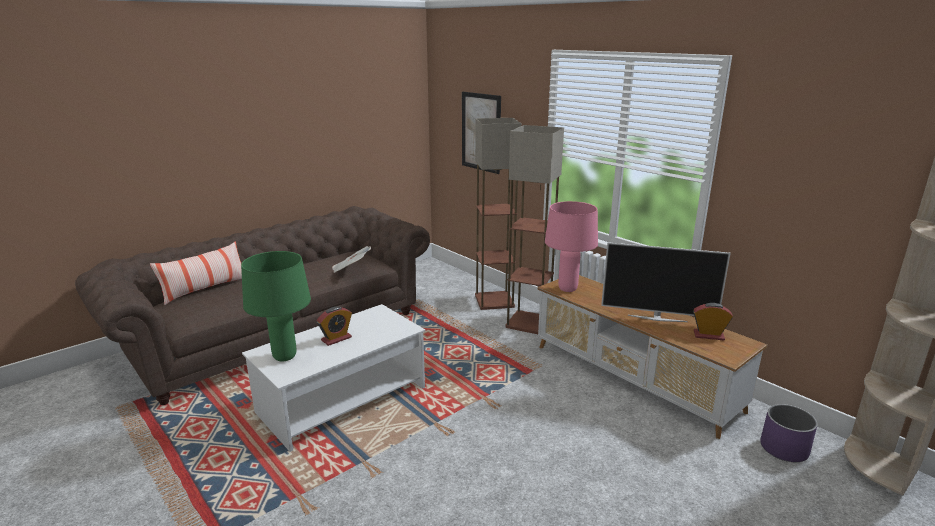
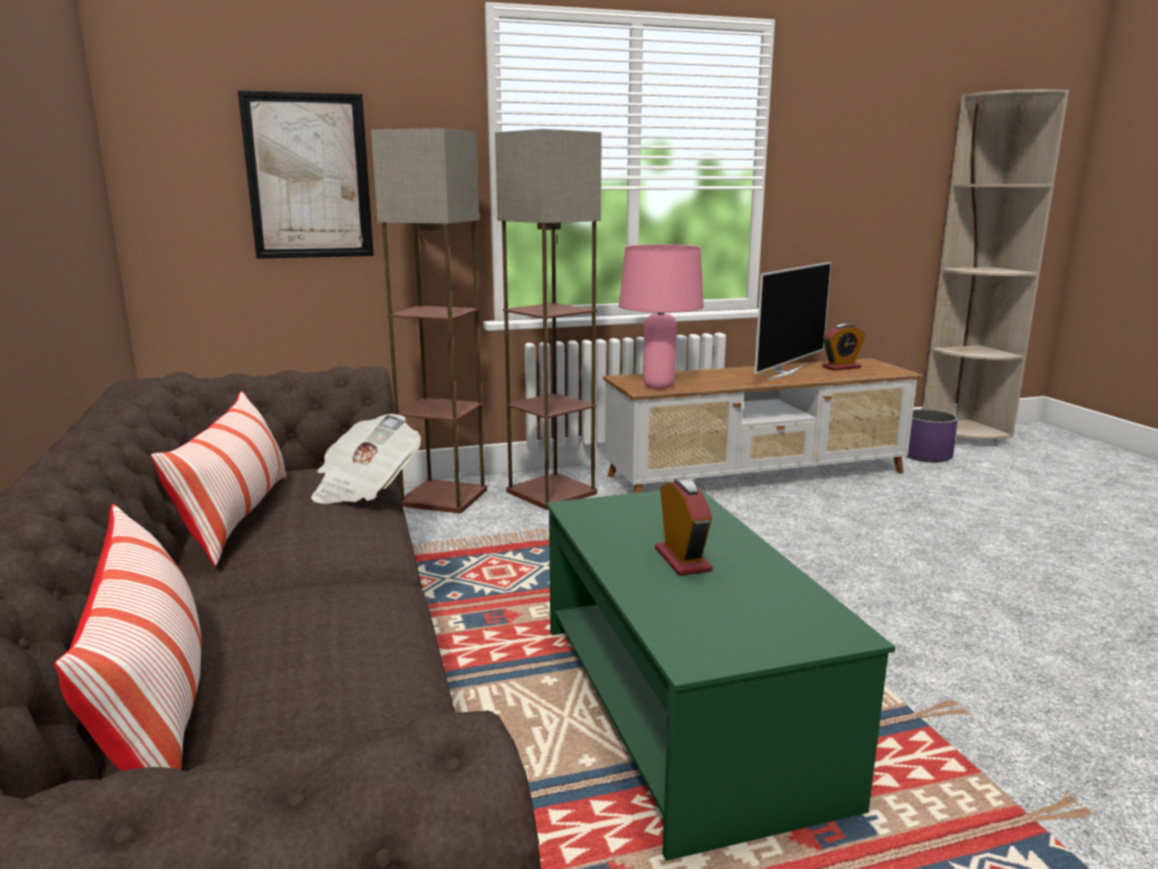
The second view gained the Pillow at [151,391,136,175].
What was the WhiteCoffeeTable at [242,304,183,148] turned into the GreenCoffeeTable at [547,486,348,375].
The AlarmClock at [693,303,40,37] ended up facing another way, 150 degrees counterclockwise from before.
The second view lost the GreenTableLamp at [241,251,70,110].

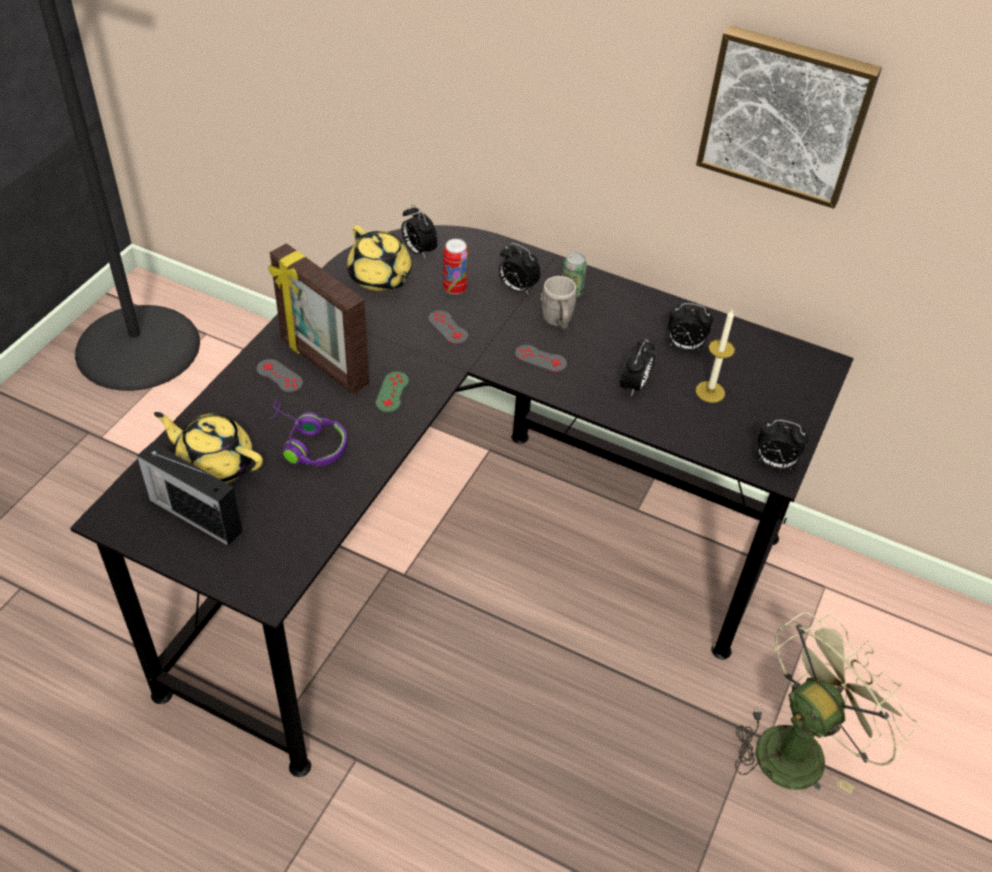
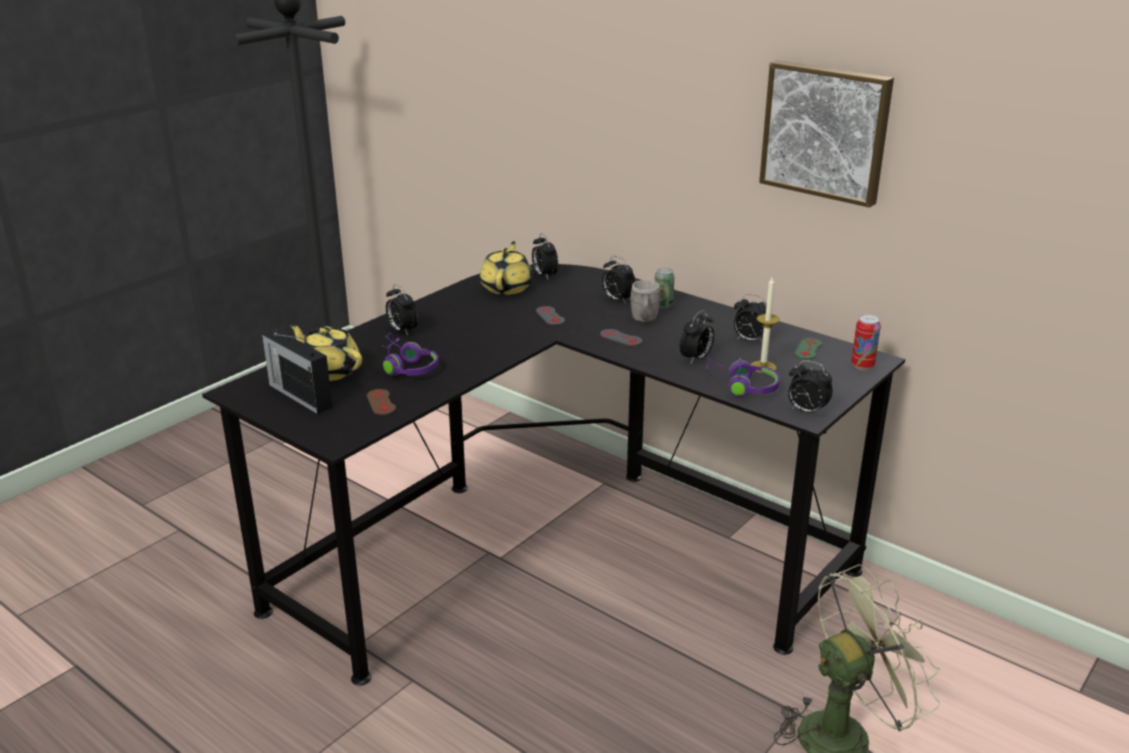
The second view gained the BrownGameController at [367,389,29,26].
Where the GreyGameController stood at [257,359,46,34], the AlarmClock came to stand at [386,284,32,51].
The YellowTeapot at [347,225,65,66] ended up facing another way, 150 degrees counterclockwise from before.
The second view gained the PurpleHeadphones at [706,355,74,42].
The GreenGameController ended up elsewhere, having gone from [376,371,33,41] to [795,338,27,21].
The Can ended up elsewhere, having gone from [443,239,25,56] to [851,314,30,56].
The second view lost the PictureFrame at [268,243,101,151].

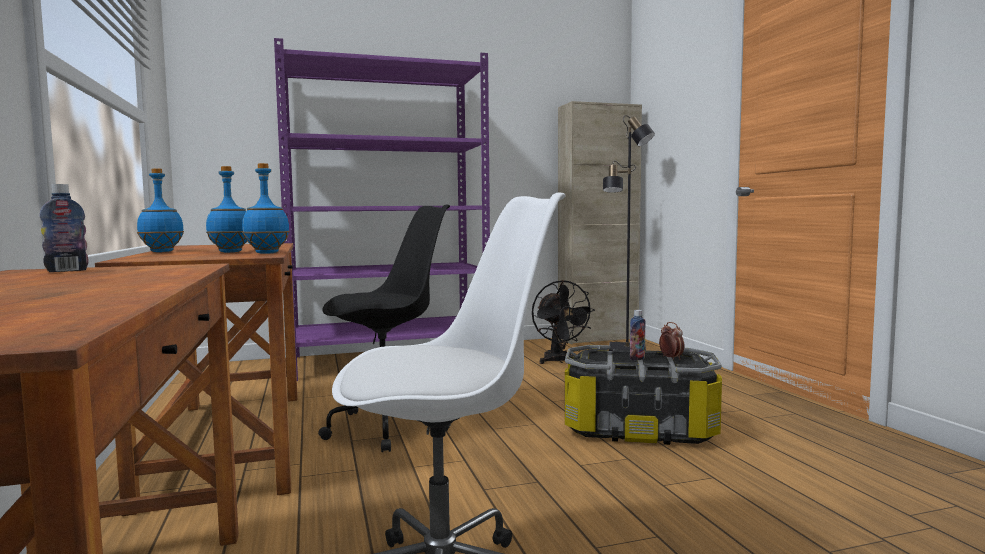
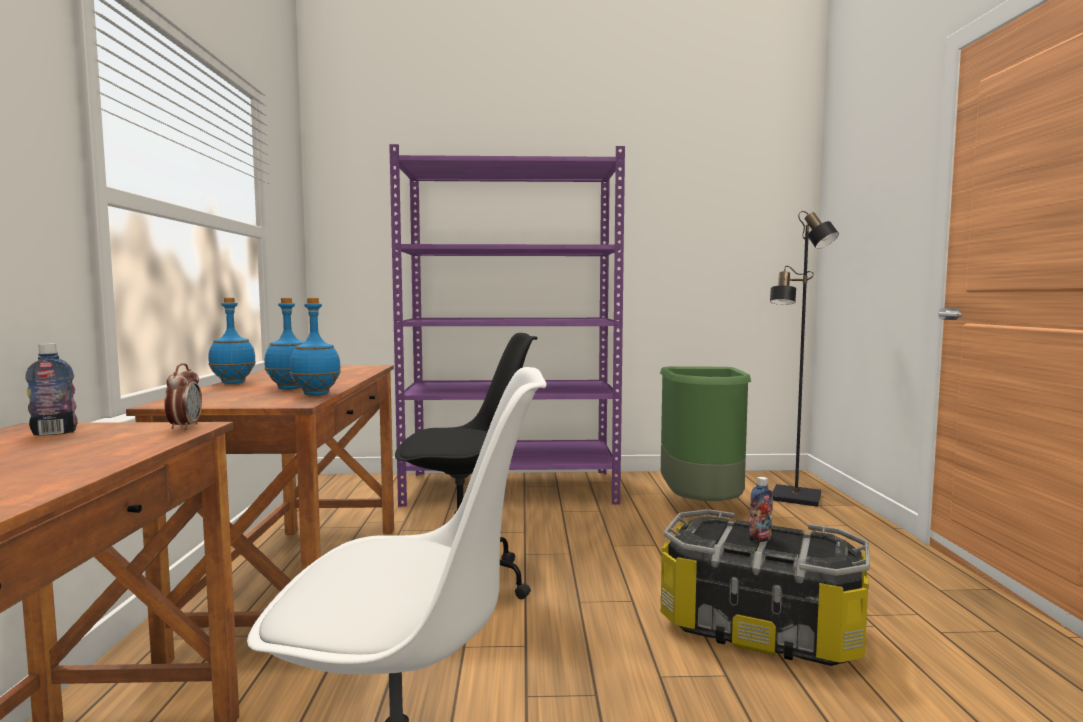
The AlarmClock ended up elsewhere, having gone from [659,322,25,38] to [164,363,38,67].
Where the BlackFan stood at [532,280,63,84], the GreenTrashCan came to stand at [660,367,91,134].
The second view lost the BeigeCabinet at [558,101,84,243].

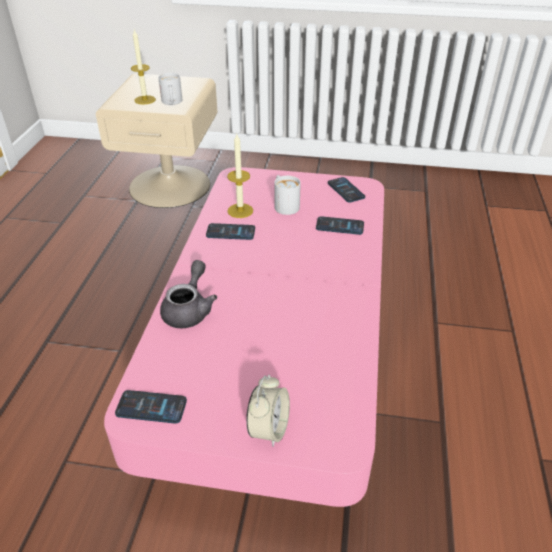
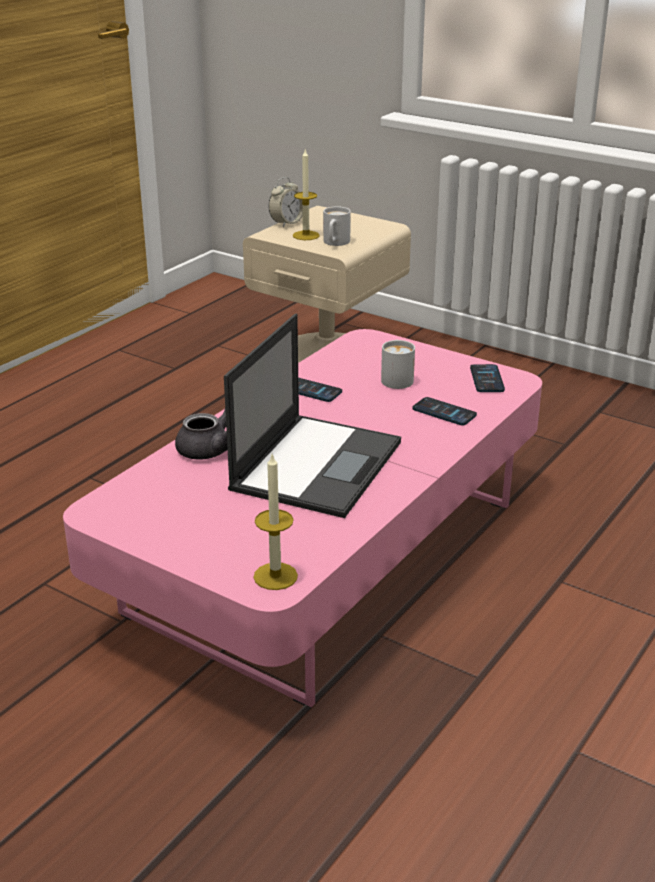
The second view gained the Laptop at [224,314,177,204].
The Candle ended up elsewhere, having gone from [227,134,26,84] to [254,454,44,136].
The AlarmClock ended up elsewhere, having gone from [246,375,44,72] to [268,177,35,51].
The second view lost the Phone at [115,390,72,34].

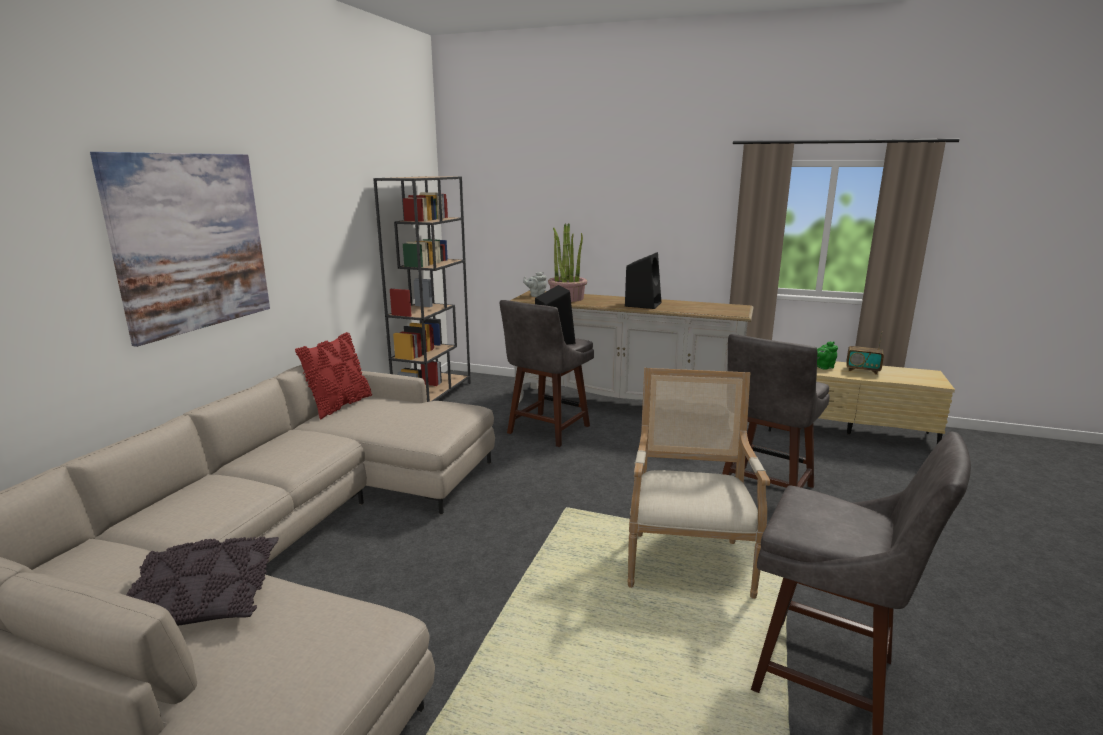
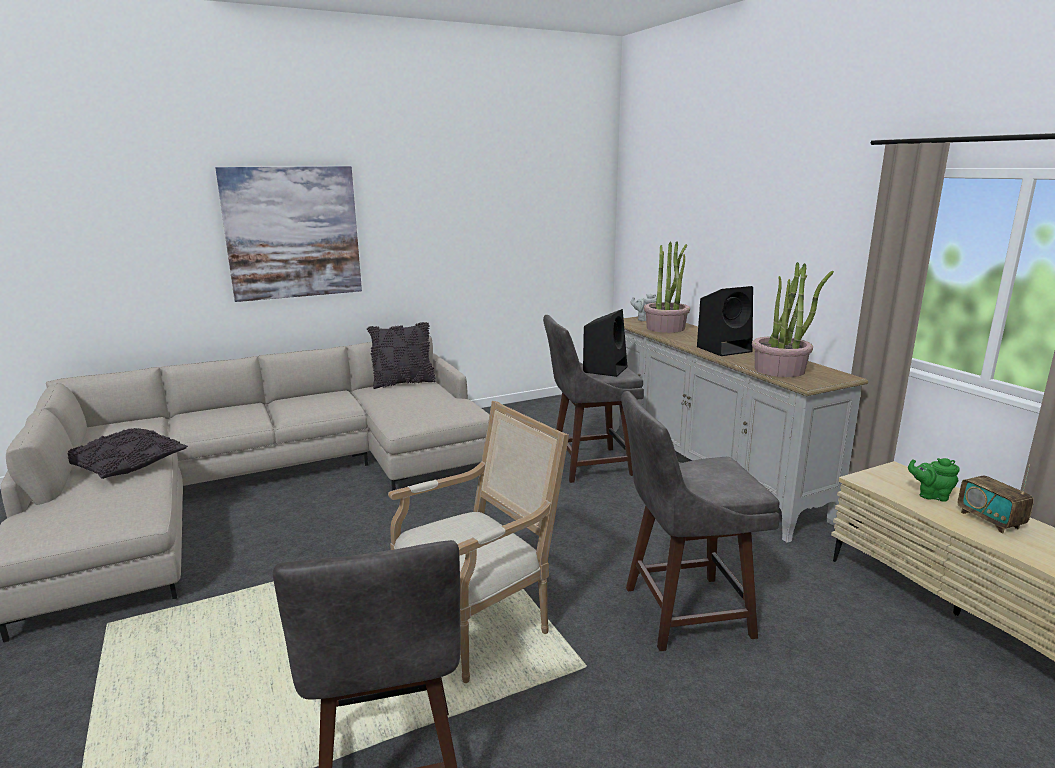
What was the RedPillow at [295,332,77,87] turned into the BlackPillow at [367,322,68,67].
The second view gained the PottedPlant at [752,262,82,115].
The second view lost the Bookcase at [373,176,98,226].

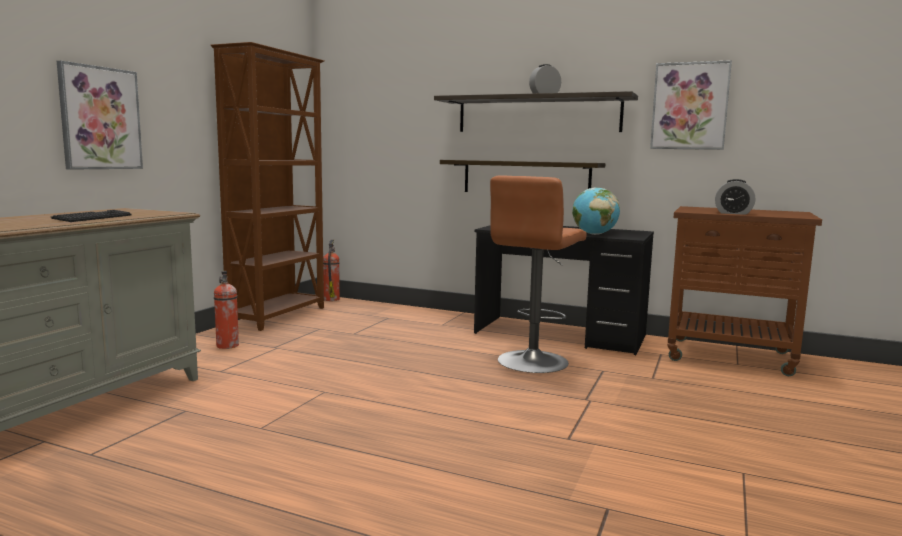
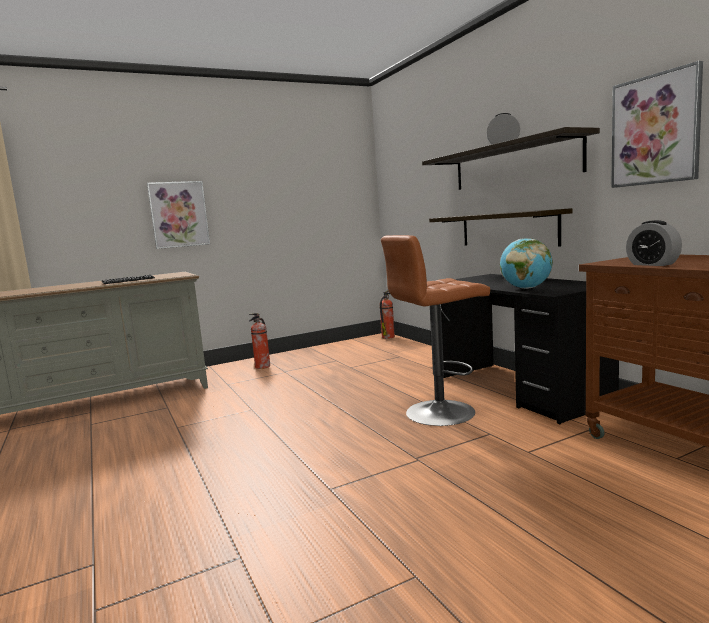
The second view lost the BrownBookcase at [211,42,113,289].

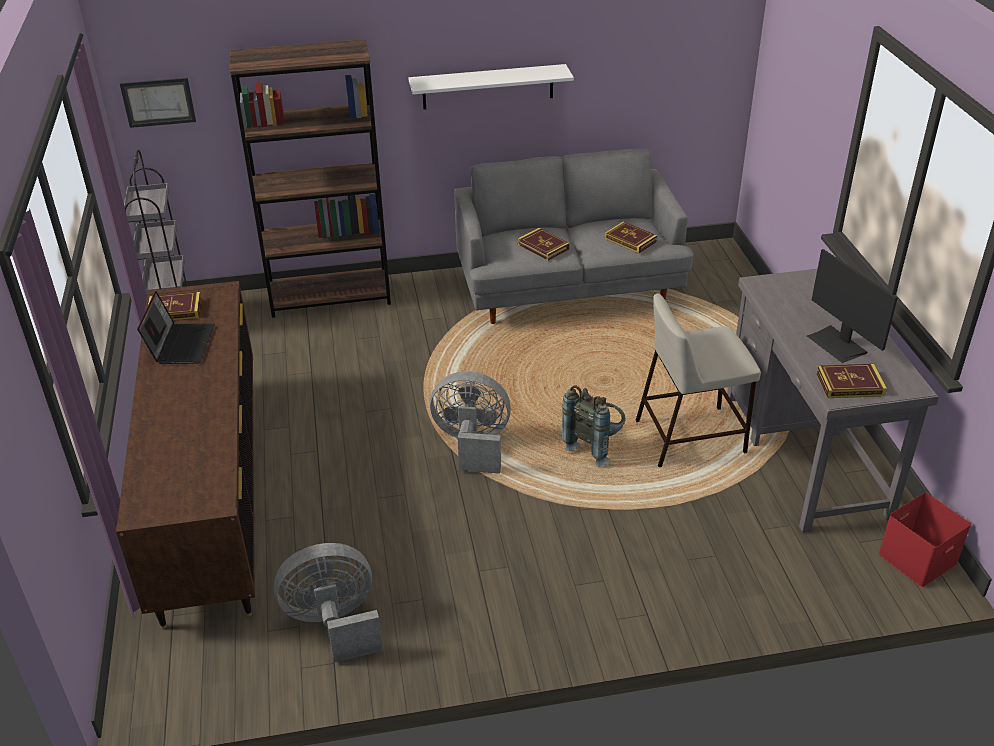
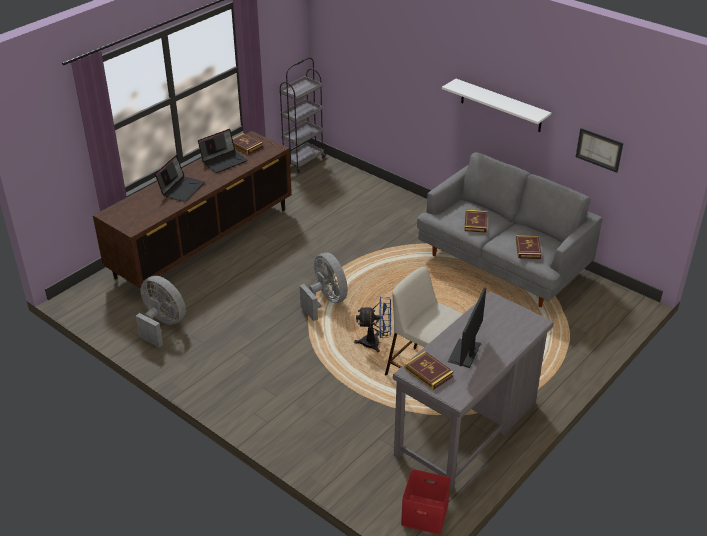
The second view gained the Laptop at [155,155,50,47].
Where the GreyBackpack stood at [562,385,64,81], the BlueFan came to stand at [354,297,37,55].
The Picture ended up elsewhere, having gone from [120,78,76,50] to [576,128,47,45].
The second view lost the BrownBookcase at [230,39,161,279].

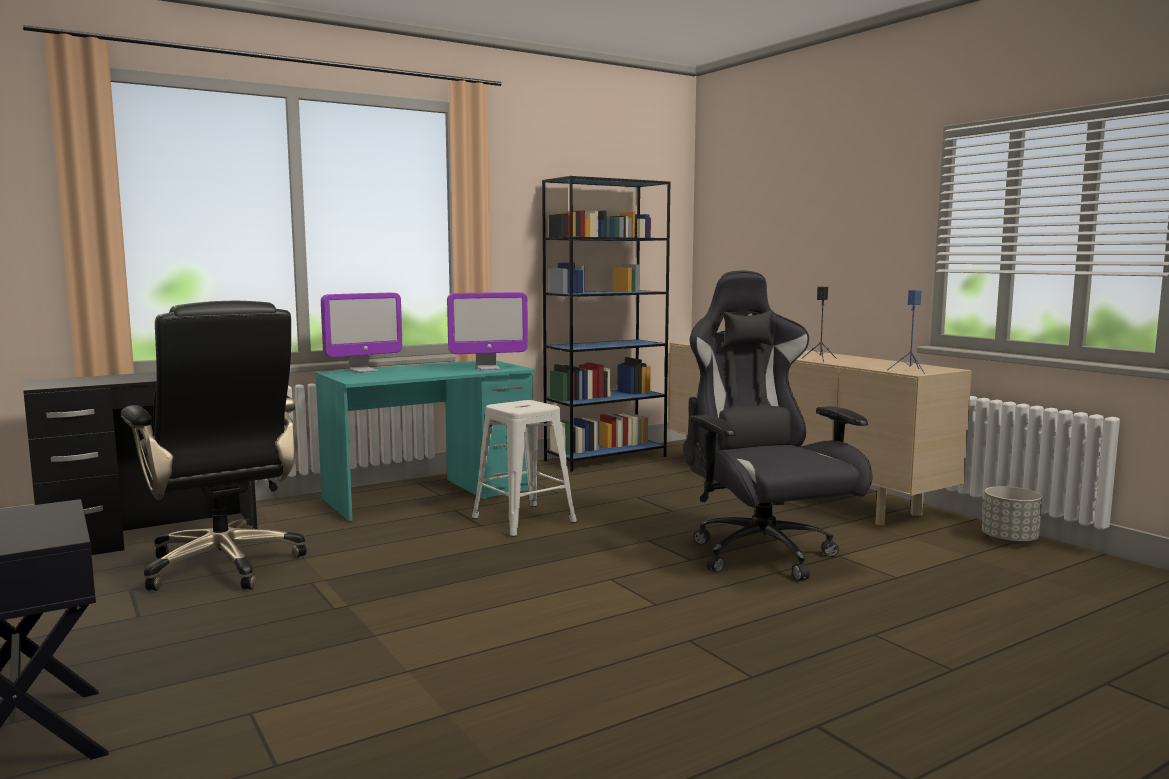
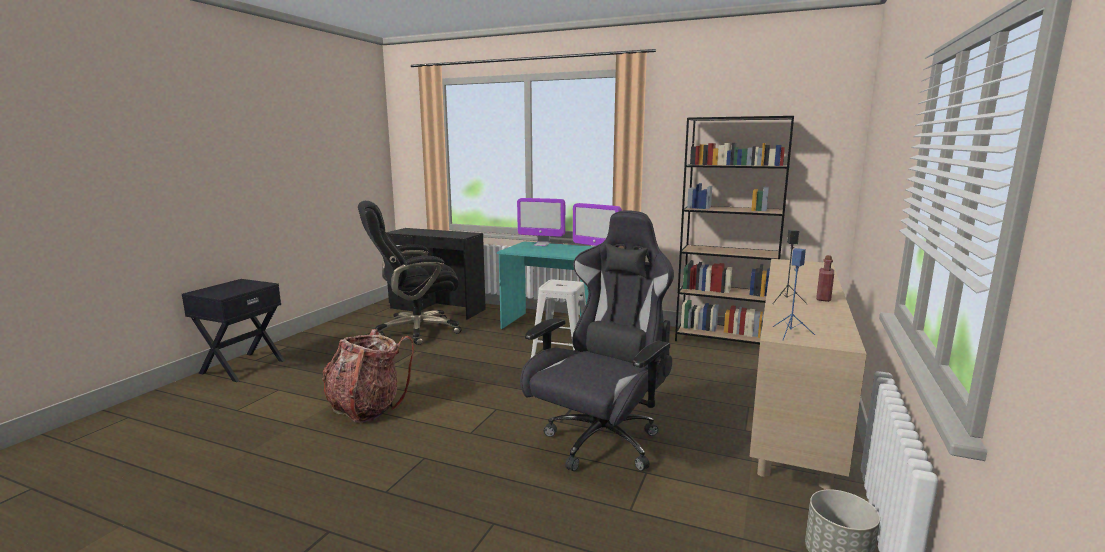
The second view gained the Backpack at [322,329,92,94].
The BlackOfficeChair at [121,301,186,290] ended up facing another way, 45 degrees clockwise from before.
What was the BlueBookcase at [542,176,128,296] turned into the BeigeBookcase at [675,116,119,228].
The second view gained the RedBottle at [816,255,18,47].

